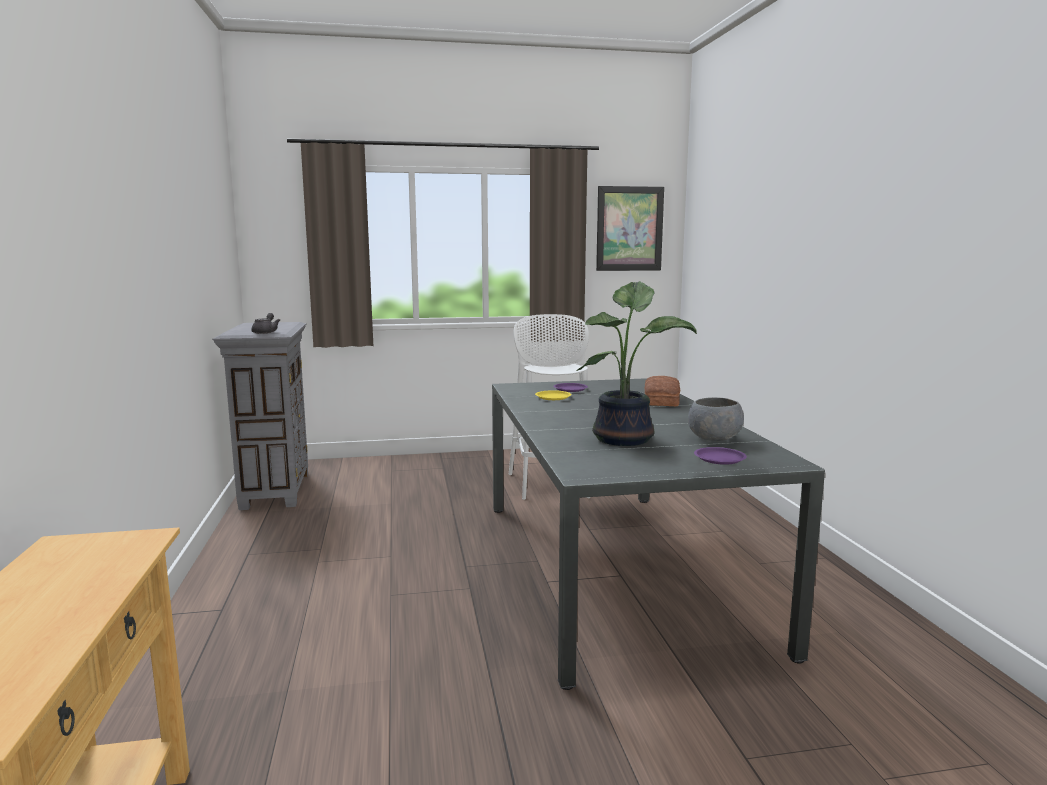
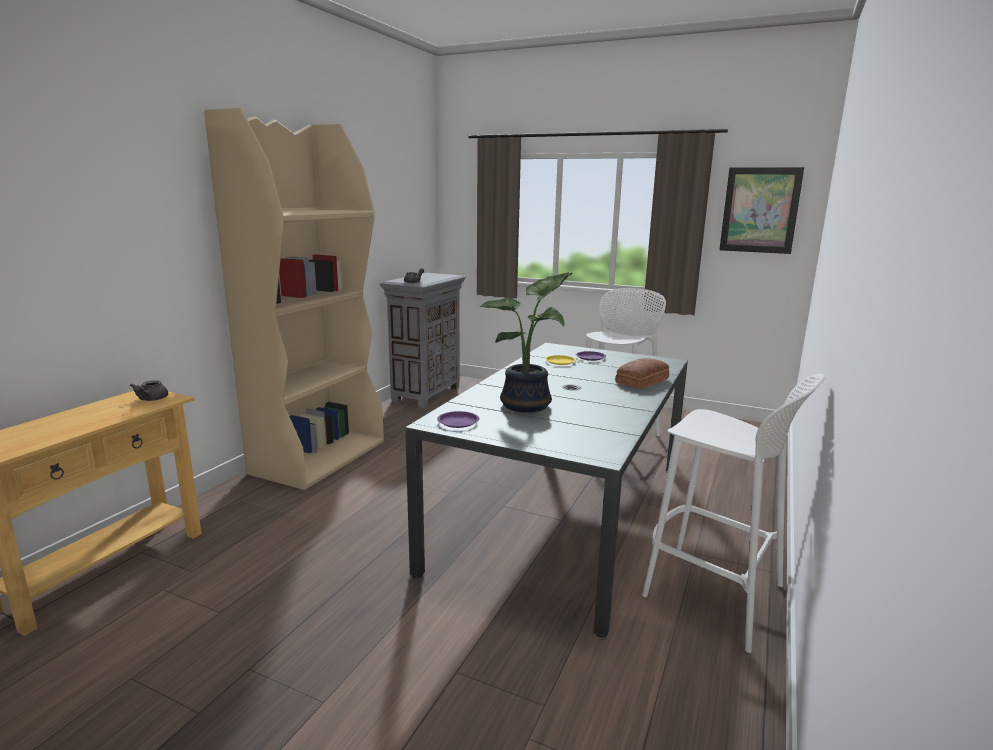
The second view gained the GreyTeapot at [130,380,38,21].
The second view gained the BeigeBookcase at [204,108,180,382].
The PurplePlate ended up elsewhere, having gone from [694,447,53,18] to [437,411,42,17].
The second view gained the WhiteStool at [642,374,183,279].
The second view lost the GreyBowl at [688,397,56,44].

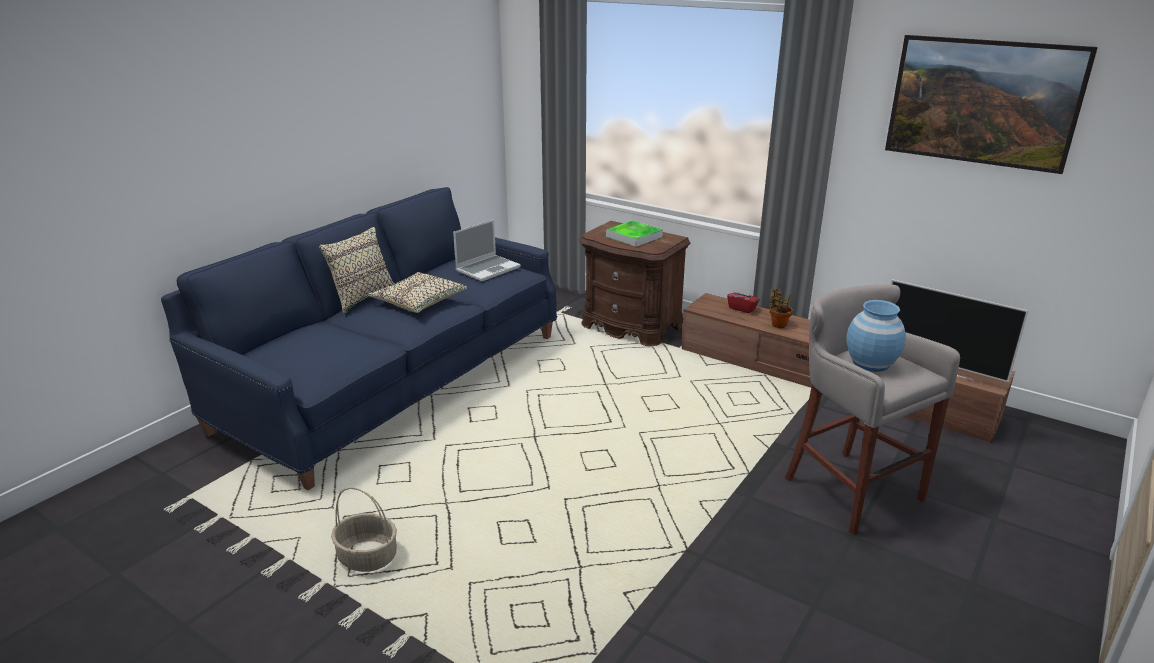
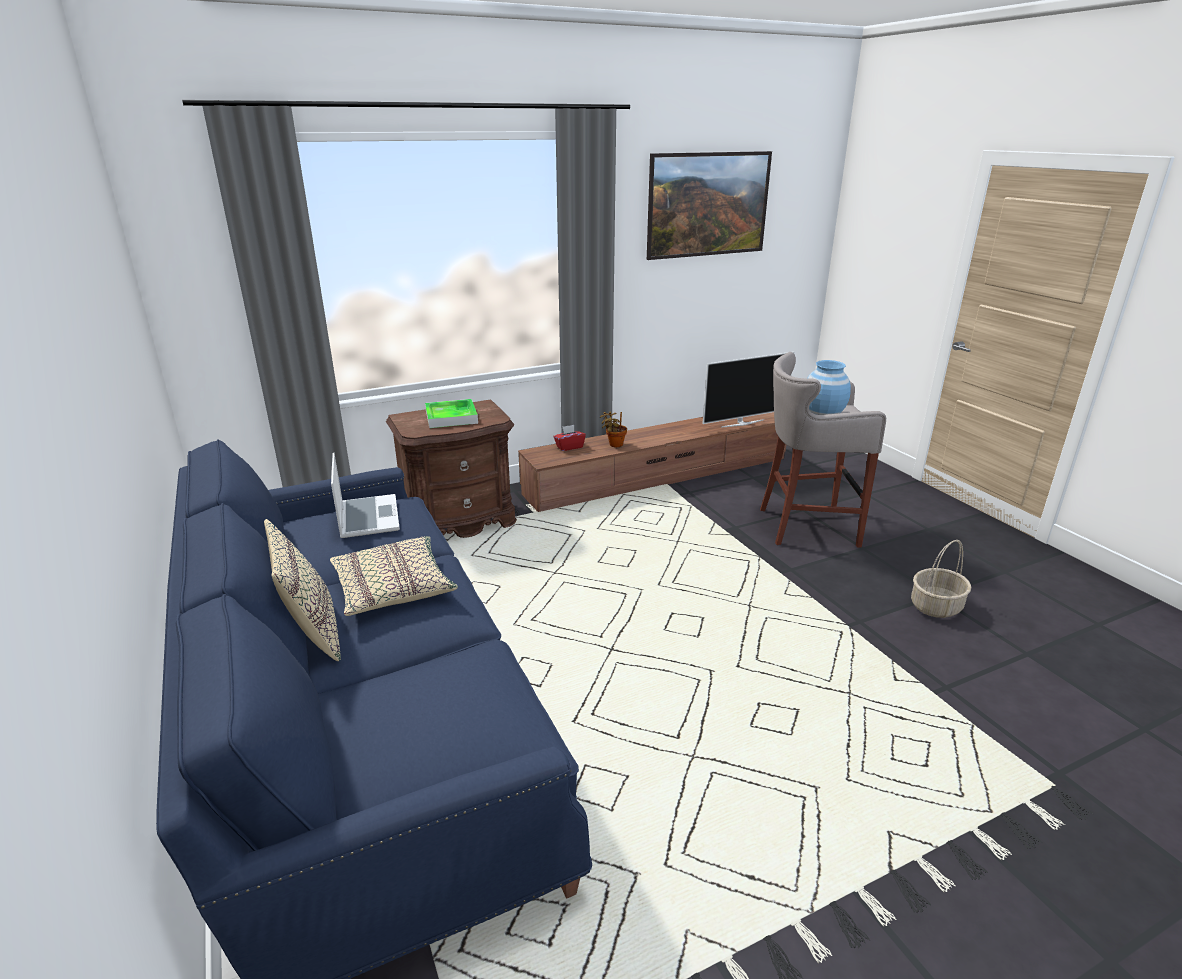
The Basket ended up elsewhere, having gone from [331,488,66,84] to [911,540,60,78].

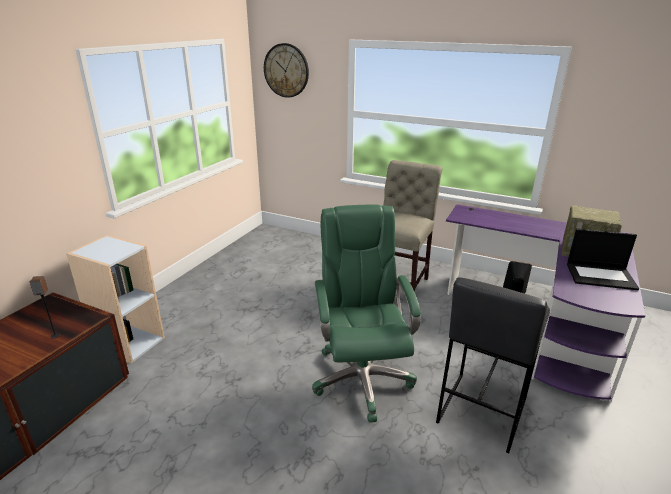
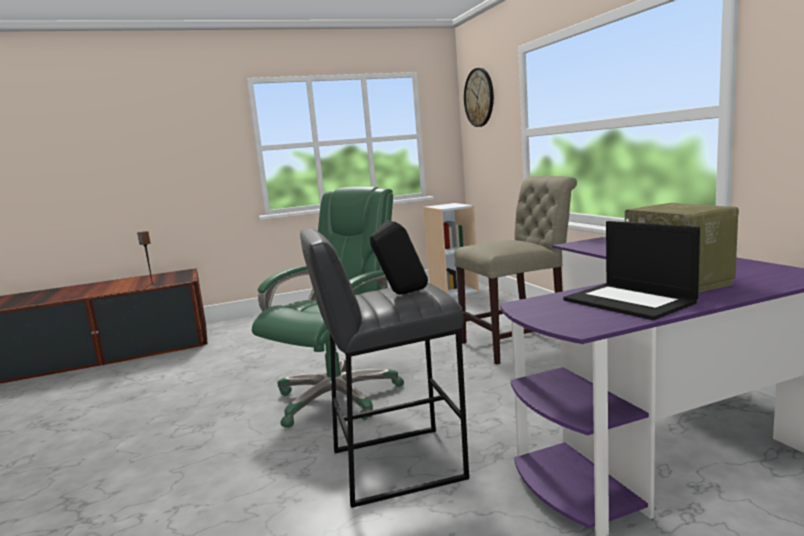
The Bookcase ended up elsewhere, having gone from [66,235,99,129] to [423,203,56,94].

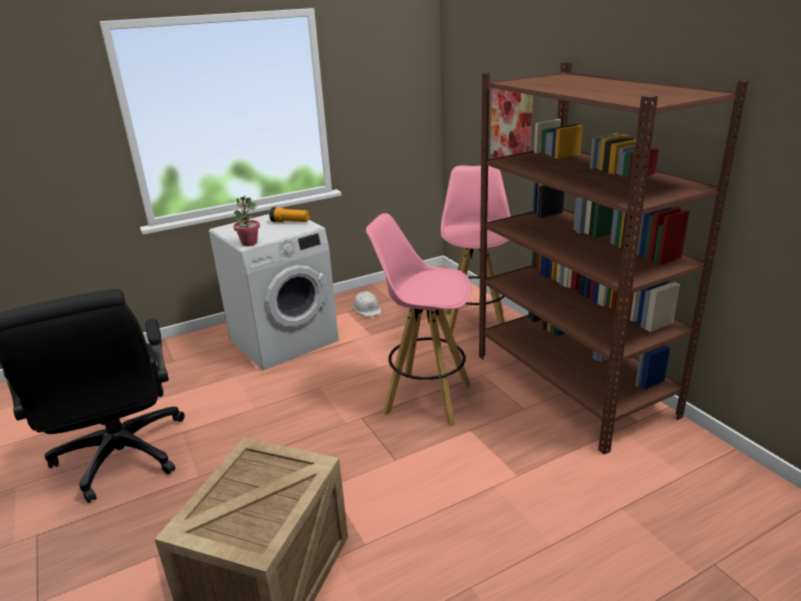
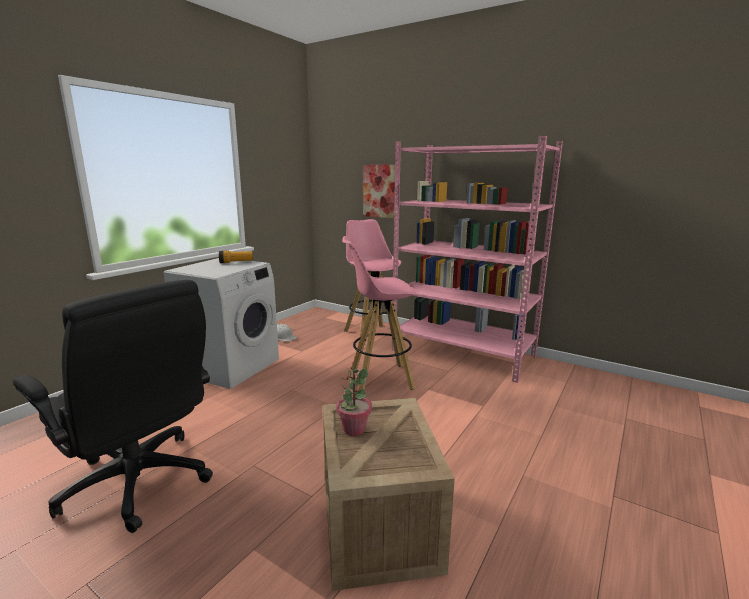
The PottedPlant ended up elsewhere, having gone from [233,196,27,50] to [336,366,36,70].
What was the BrownBookcase at [479,62,269,393] turned into the PinkBookcase at [392,136,171,247].

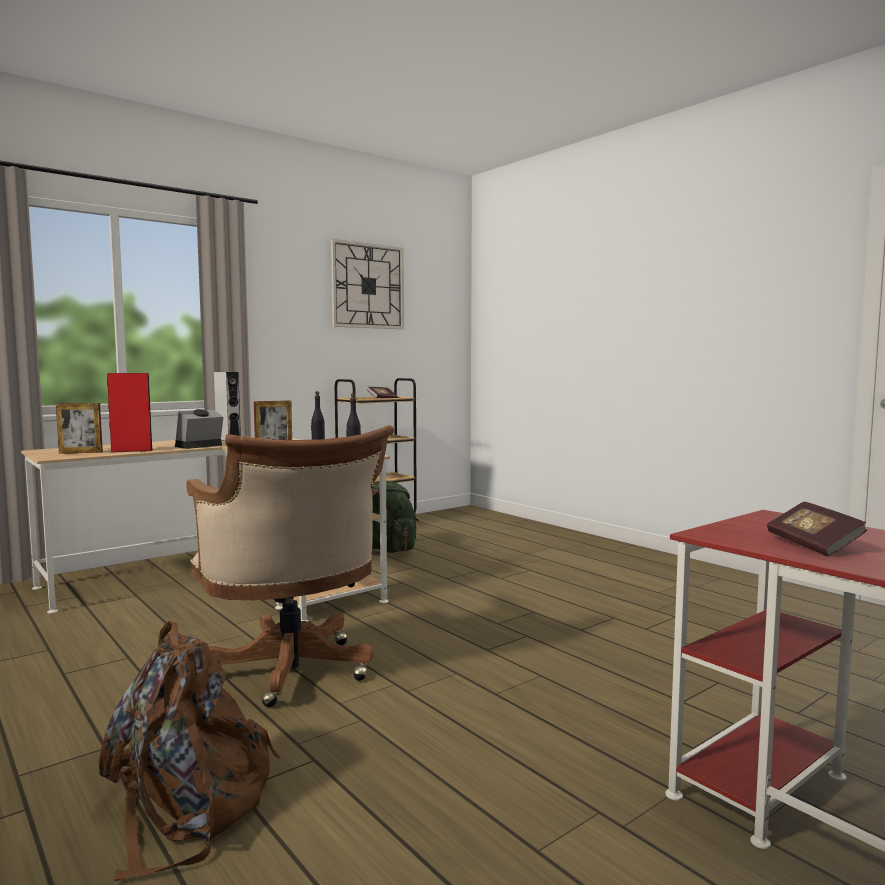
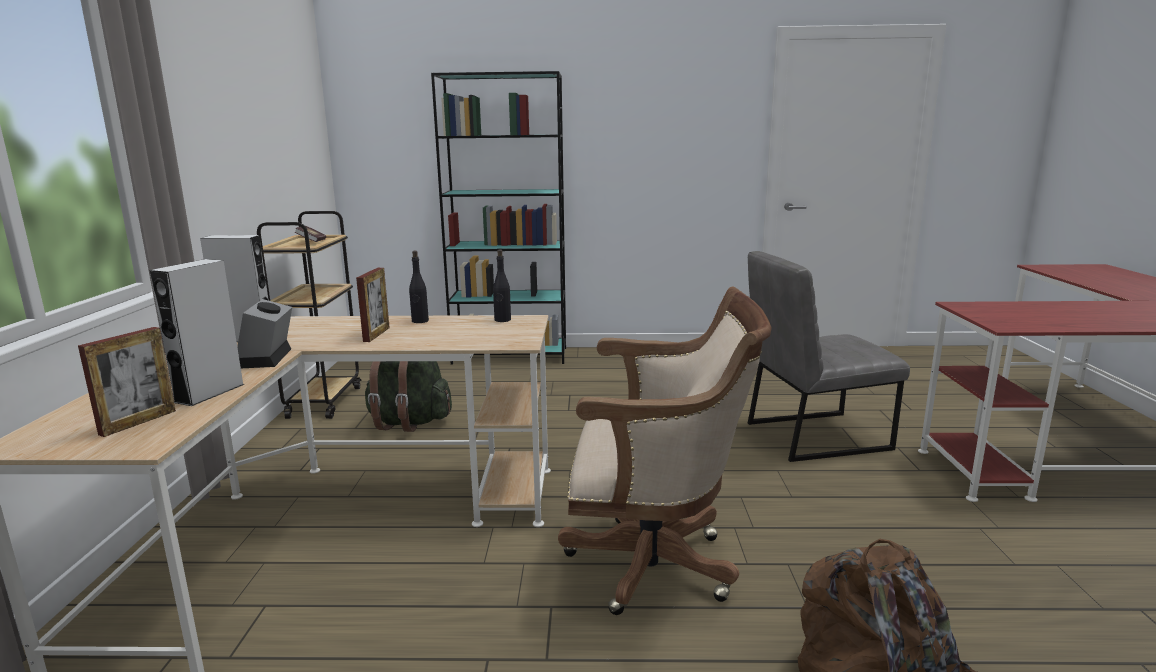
What was the RedSpeaker at [107,373,46,80] turned into the GreySpeaker at [149,259,96,147].
The second view gained the TurquoiseBookcase at [431,71,135,294].
The second view gained the GreyChair at [748,251,162,211].
The second view lost the WallClock at [331,239,73,90].
The second view lost the Book at [767,502,100,55].

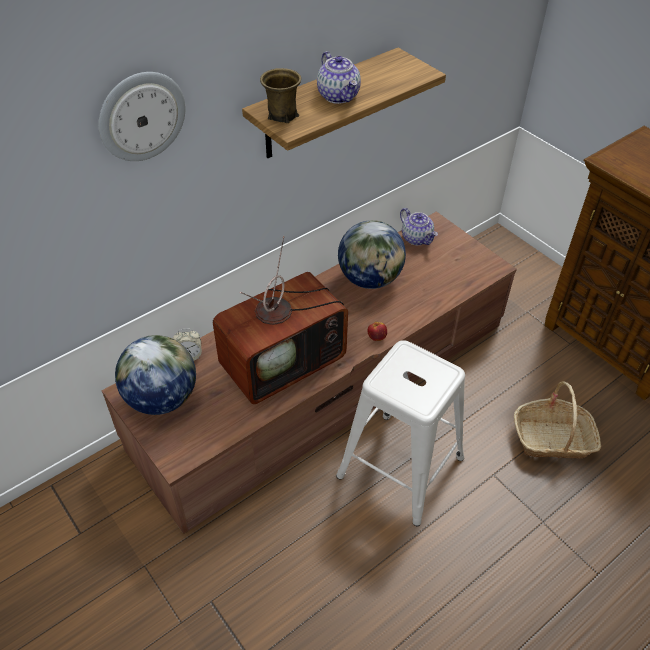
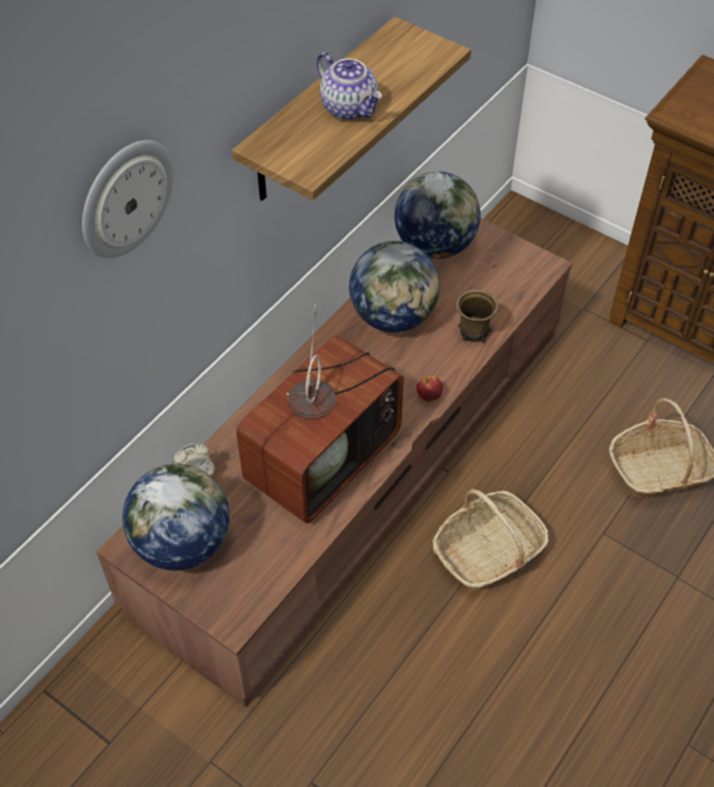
Where the Teapot stood at [400,208,38,37], the Globe came to stand at [394,171,86,88].
Where the WhiteStool stood at [336,340,129,186], the Basket came to stand at [432,489,117,102].
The BrownMug ended up elsewhere, having gone from [260,68,41,55] to [456,290,42,52].

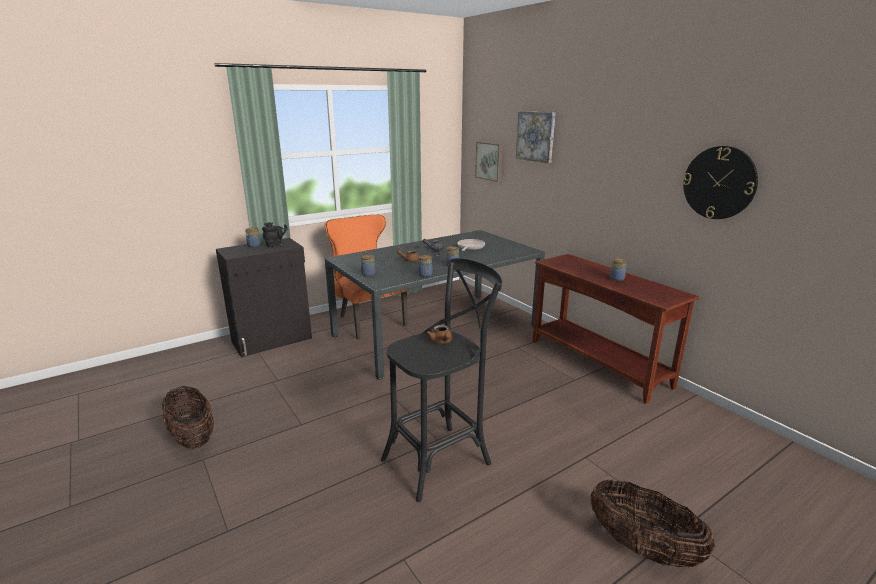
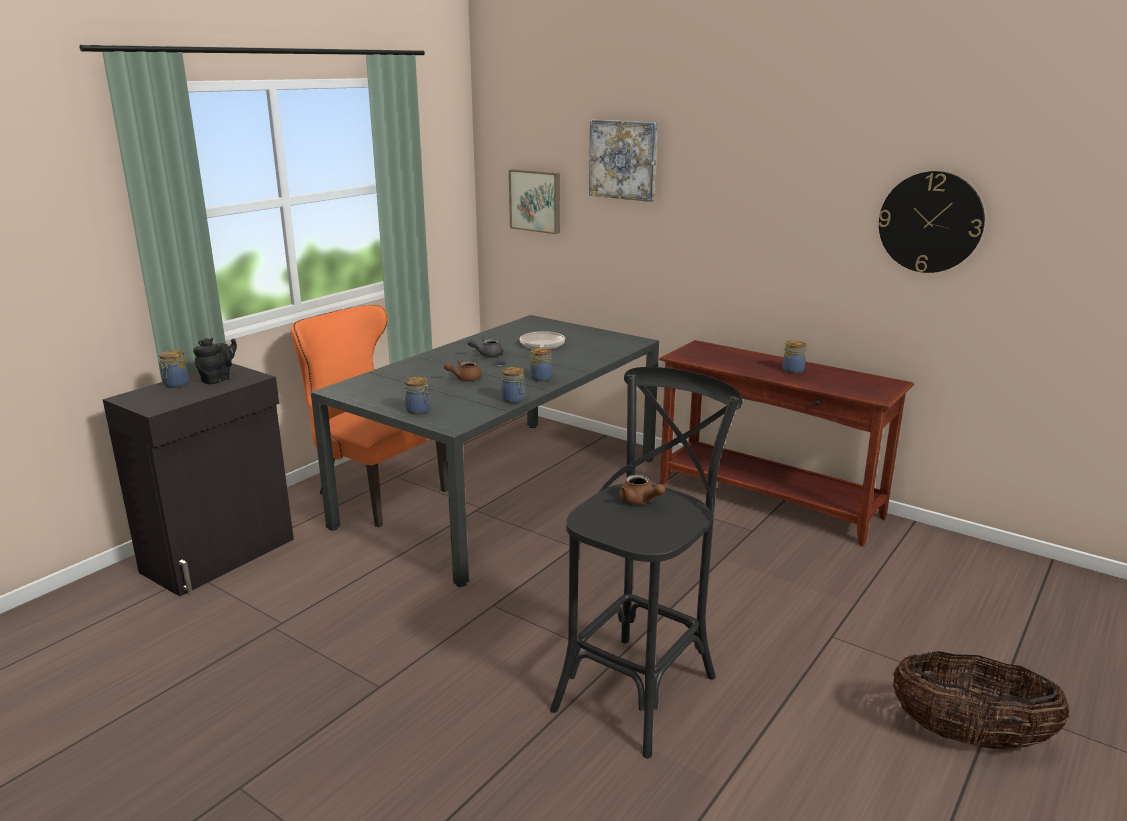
The second view lost the Basket at [162,386,52,64].

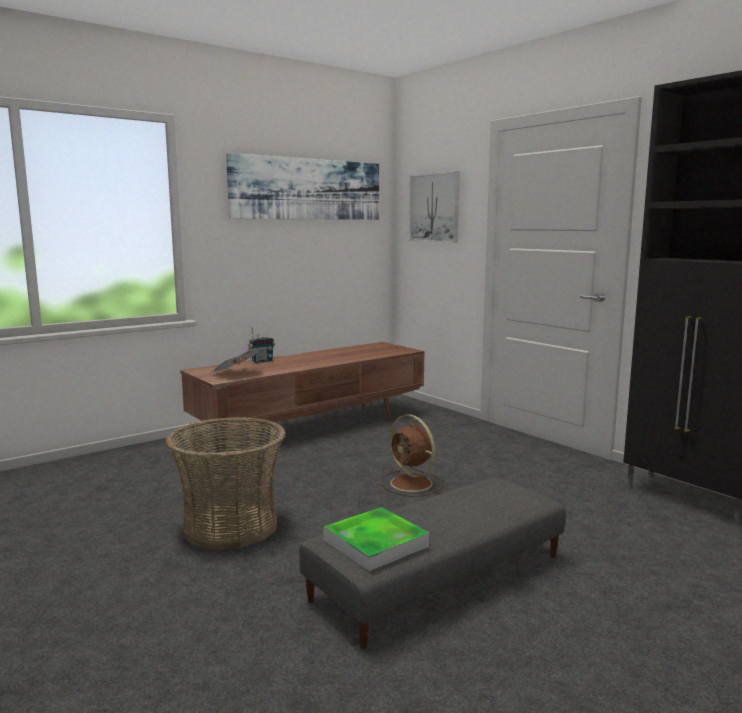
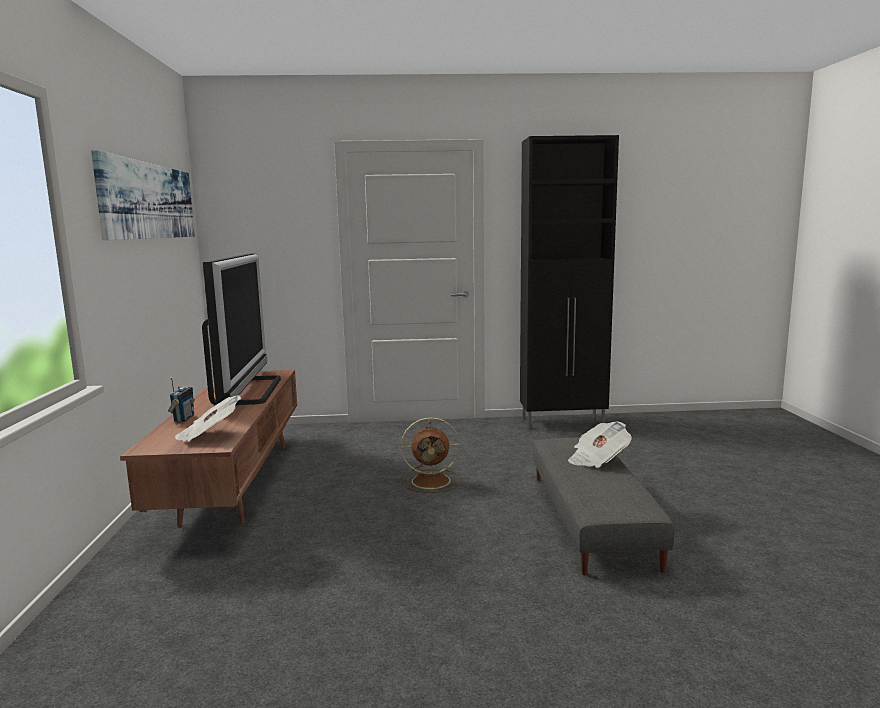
The second view gained the Television at [202,253,79,152].
The second view gained the Newspaper at [568,422,64,46].
The second view lost the Basket at [165,417,121,133].
The second view lost the Tray at [323,507,106,64].
The second view lost the Picture at [409,171,51,71].

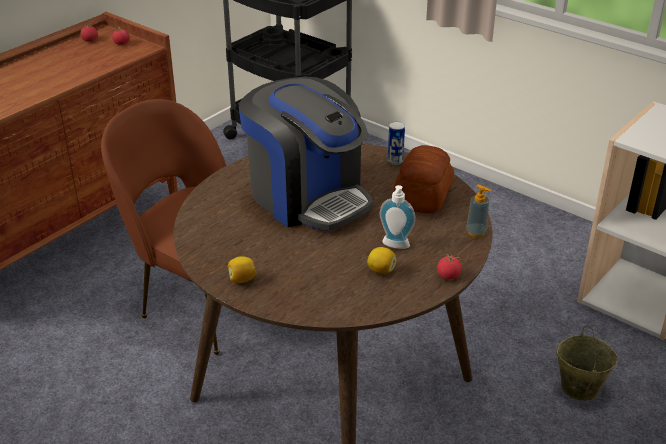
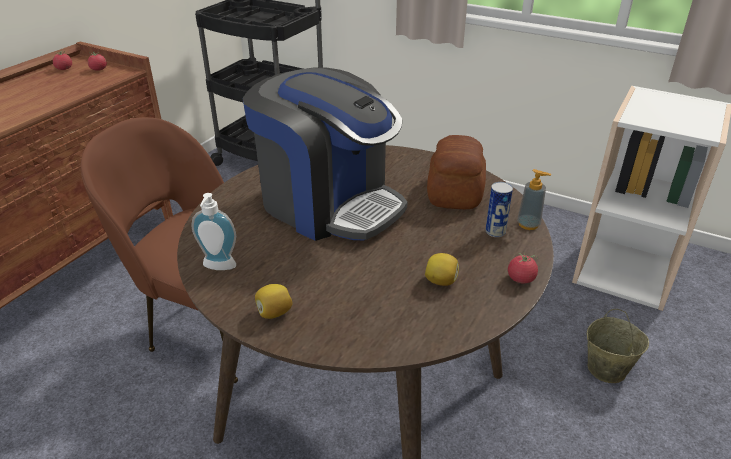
The SoapDispenser ended up elsewhere, having gone from [380,185,36,64] to [192,193,44,77].
The Can ended up elsewhere, having gone from [388,121,17,44] to [485,182,28,55].

